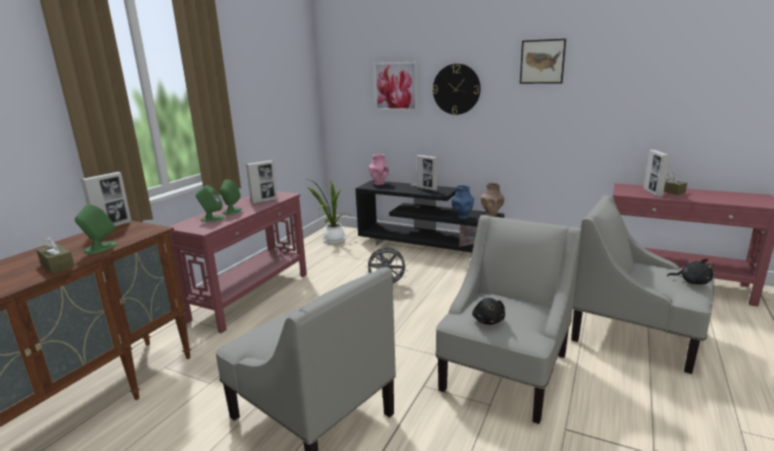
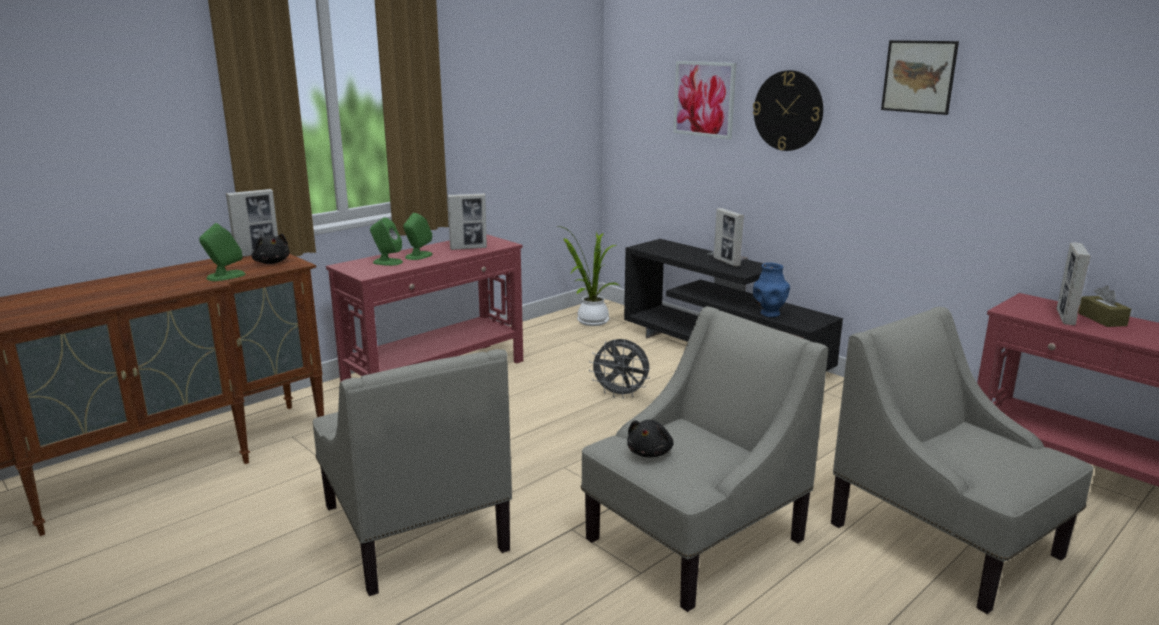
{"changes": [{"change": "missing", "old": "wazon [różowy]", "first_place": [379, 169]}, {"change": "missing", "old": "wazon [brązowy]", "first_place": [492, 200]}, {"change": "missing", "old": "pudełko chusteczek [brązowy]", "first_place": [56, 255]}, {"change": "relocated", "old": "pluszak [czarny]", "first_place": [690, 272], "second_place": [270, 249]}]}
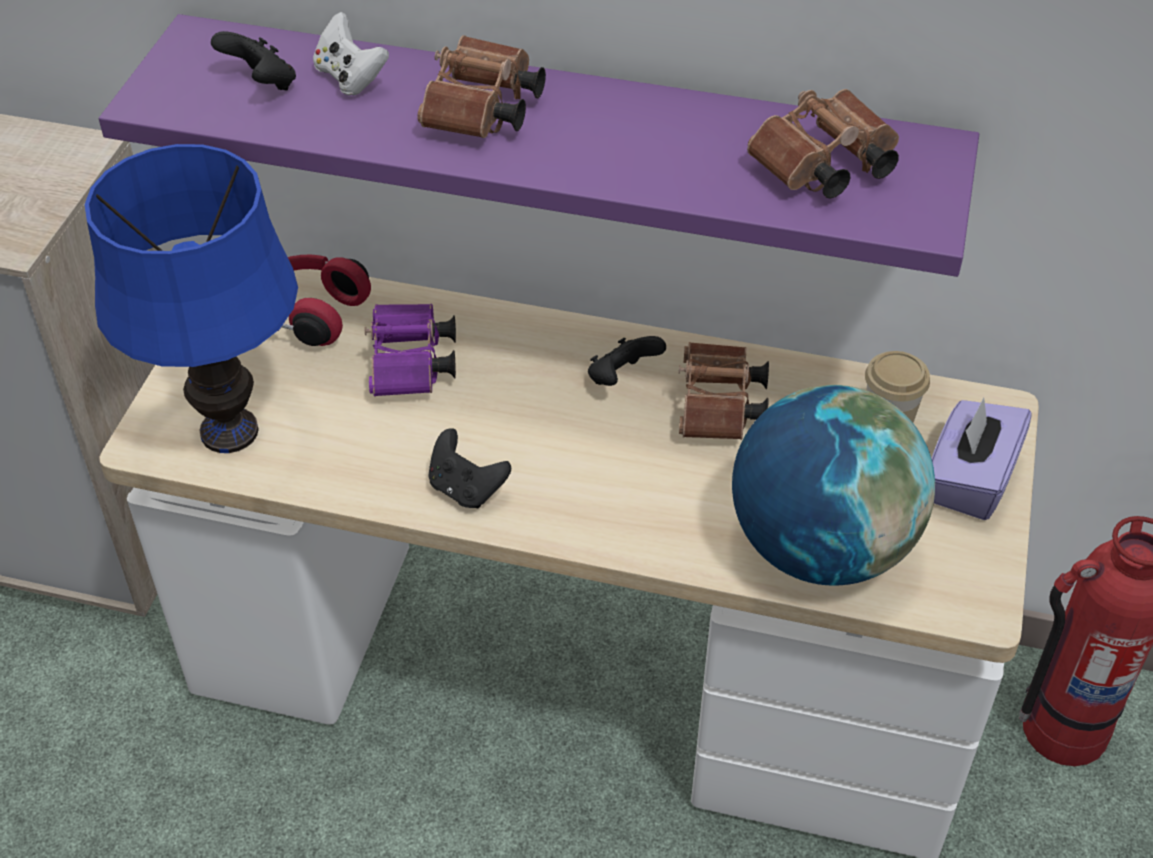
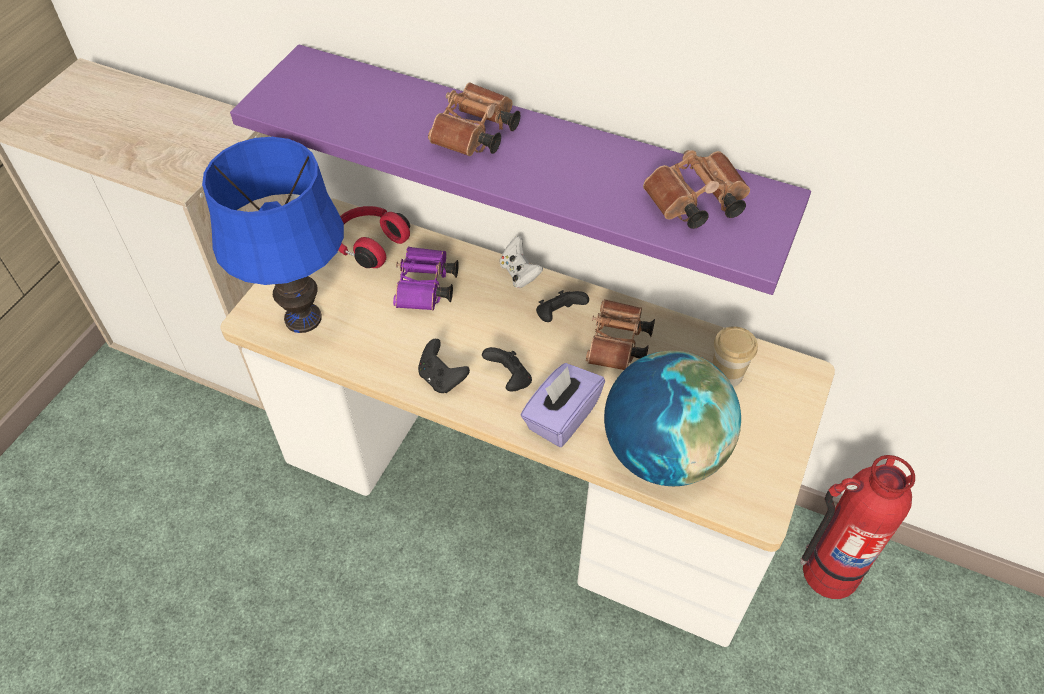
{"changes": [{"change": "relocated", "old": "pad do gier [biały]", "first_place": [351, 53], "second_place": [521, 262]}, {"change": "relocated", "old": "pad do gier [czarny]", "first_place": [253, 60], "second_place": [507, 369]}, {"change": "relocated", "old": "pudełko chusteczek [fioletowy]", "first_place": [981, 459], "second_place": [562, 405]}]}
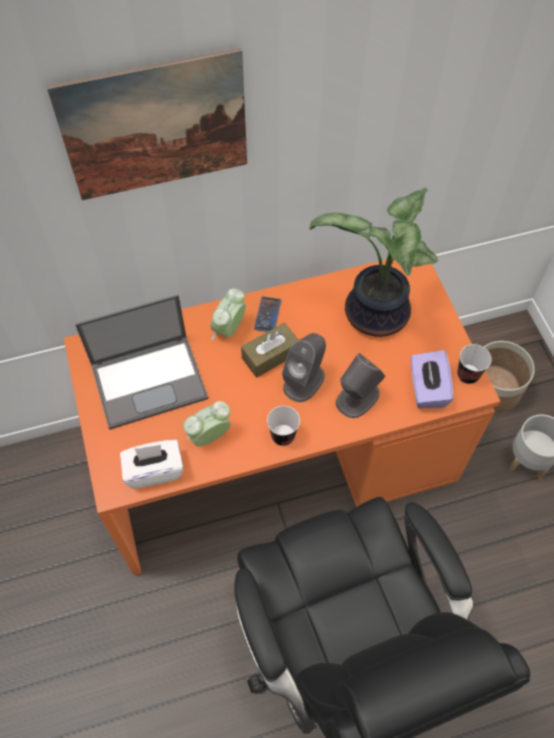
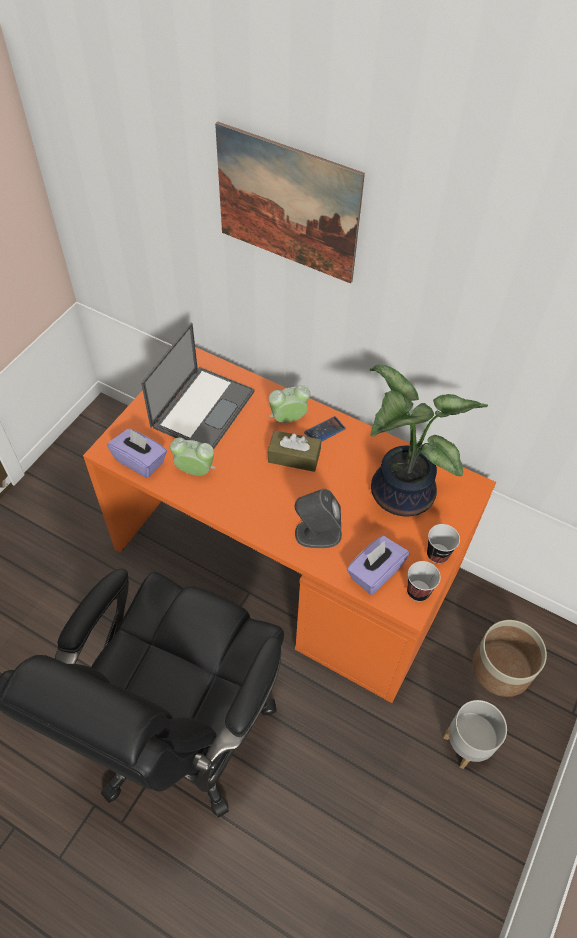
{"changes": [{"change": "spun", "old": "laptop", "first_place": [141, 362], "second_place": [198, 386], "degrees": -90}, {"change": "missing", "old": "głośnik [szary]", "first_place": [304, 367]}, {"change": "relocated", "old": "filiżanka", "first_place": [283, 426], "second_place": [443, 544]}, {"change": "colour", "old": "pudełko chusteczek [biały]", "new": "pudełko chusteczek [fioletowy]", "first_place": [152, 464], "second_place": [137, 453]}]}
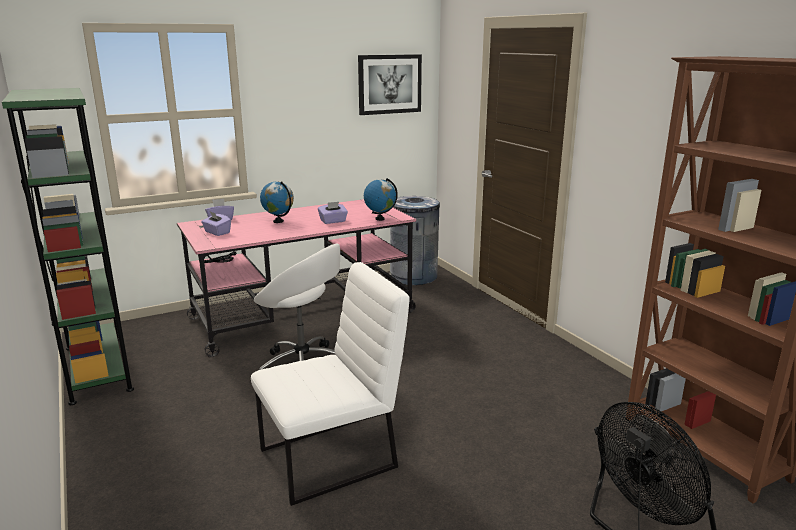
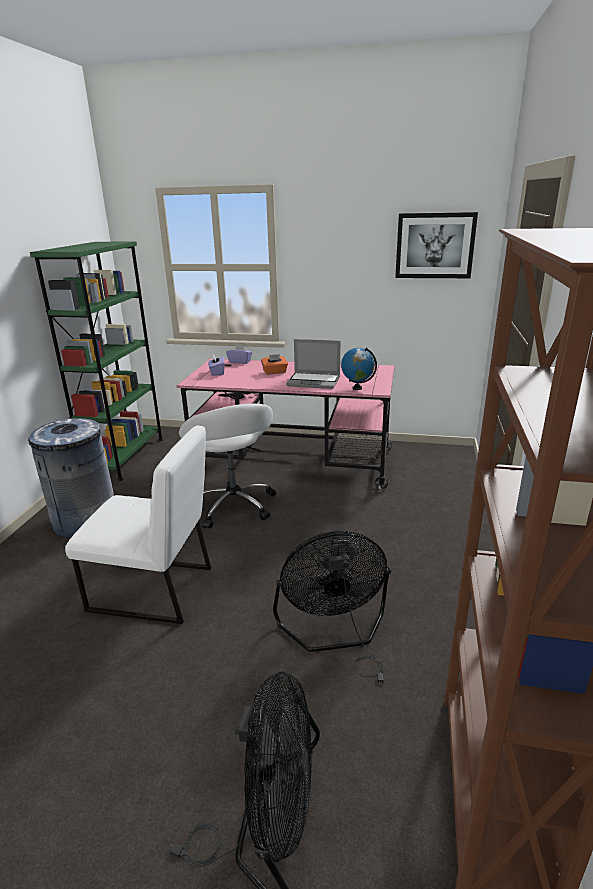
{"changes": [{"change": "exchanged", "old": "globus", "new": "pudełko chusteczek [pomarańczowy]", "first_place": [277, 202], "second_place": [274, 364]}, {"change": "relocated", "old": "kosz na śmieci [szary]", "first_place": [415, 240], "second_place": [71, 478]}, {"change": "exchanged", "old": "pudełko chusteczek [fioletowy]", "new": "laptop", "first_place": [333, 213], "second_place": [313, 364]}, {"change": "appeared", "new": "wentylator [czarny]", "second_place": [332, 607]}]}
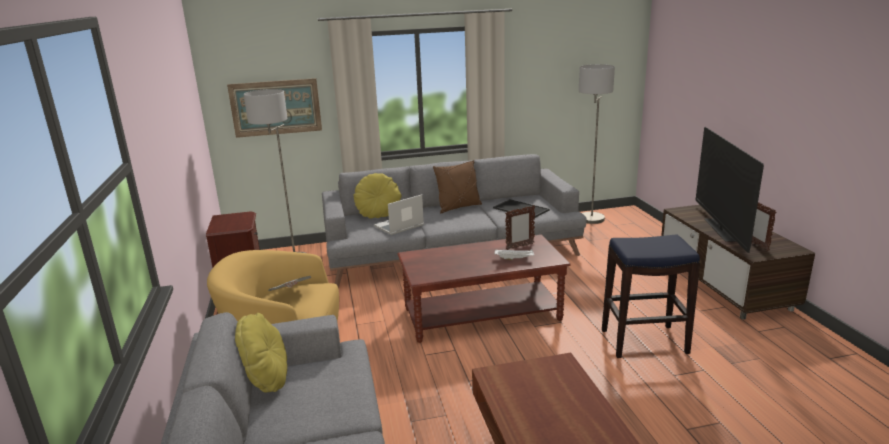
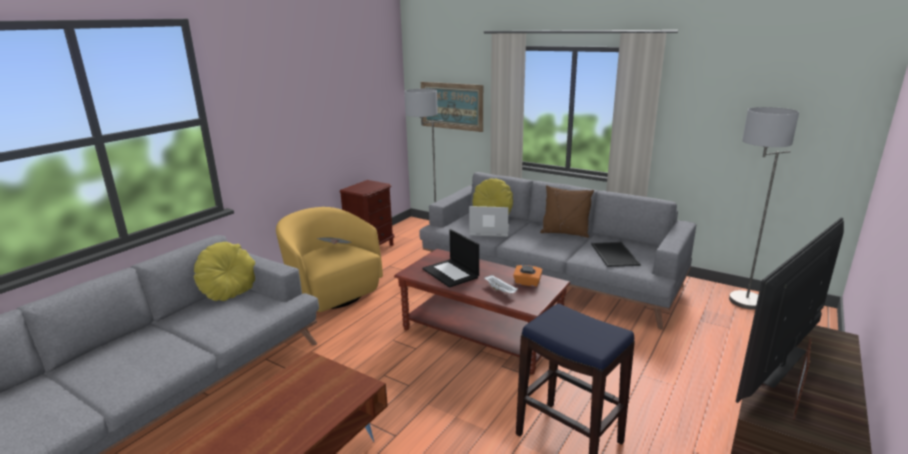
{"changes": [{"change": "exchanged", "old": "ramka na zdjęcie", "new": "pudełko chusteczek [pomarańczowy]", "first_place": [520, 227], "second_place": [528, 276]}, {"change": "appeared", "new": "laptop", "second_place": [451, 258]}]}
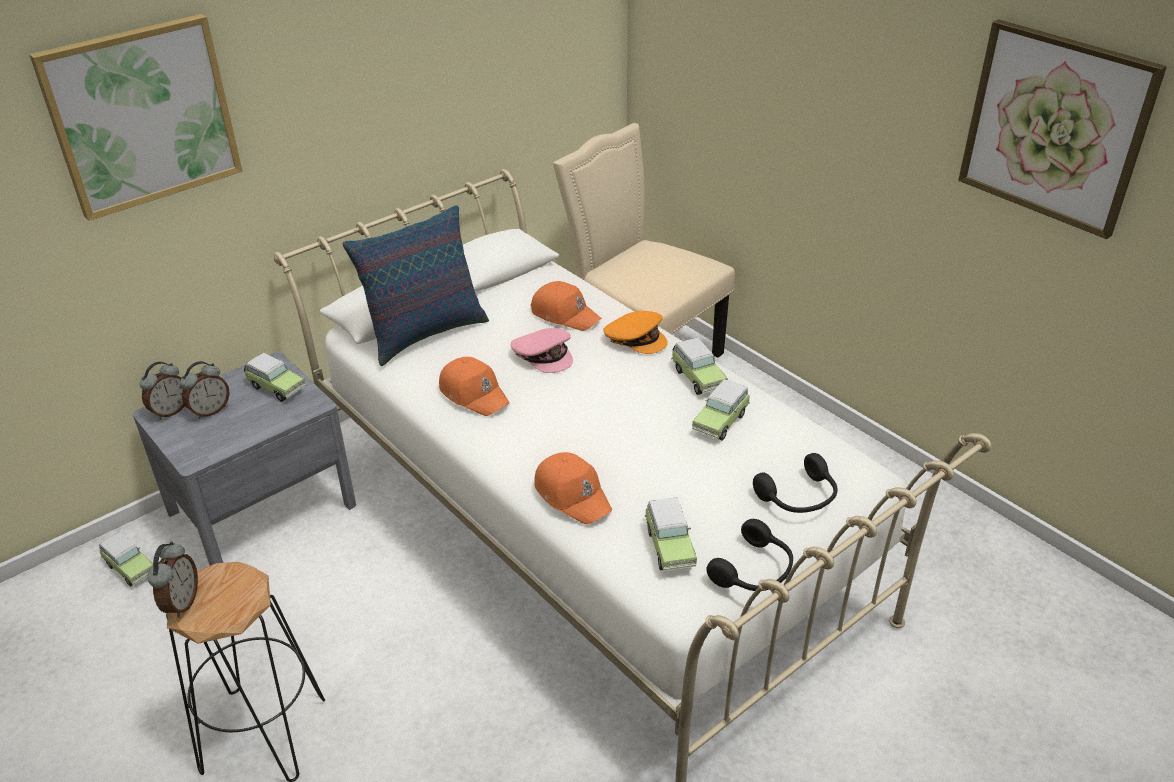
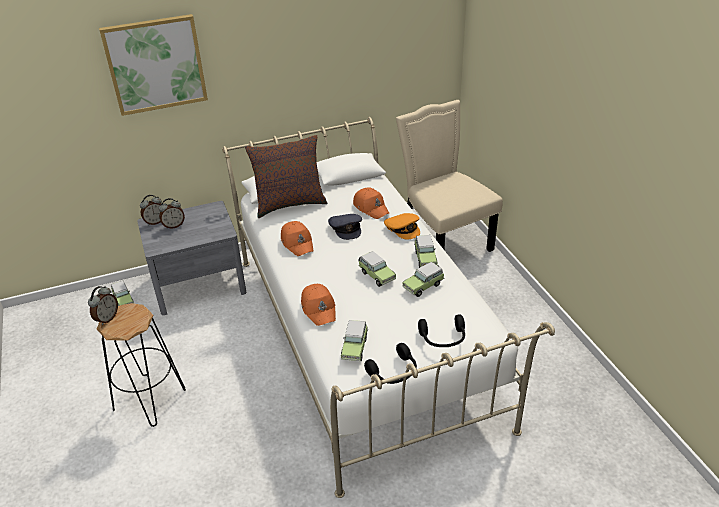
{"changes": [{"change": "missing", "old": "obraz", "first_place": [1062, 129]}, {"change": "colour", "old": "poduszka [niebieski]", "new": "poduszka [brązowy]", "first_place": [416, 285], "second_place": [286, 176]}, {"change": "colour", "old": "czapka z daszkiem [różowy]", "new": "czapka z daszkiem [szary]", "first_place": [541, 350], "second_place": [345, 227]}, {"change": "relocated", "old": "samochodzik", "first_place": [275, 377], "second_place": [377, 269]}]}
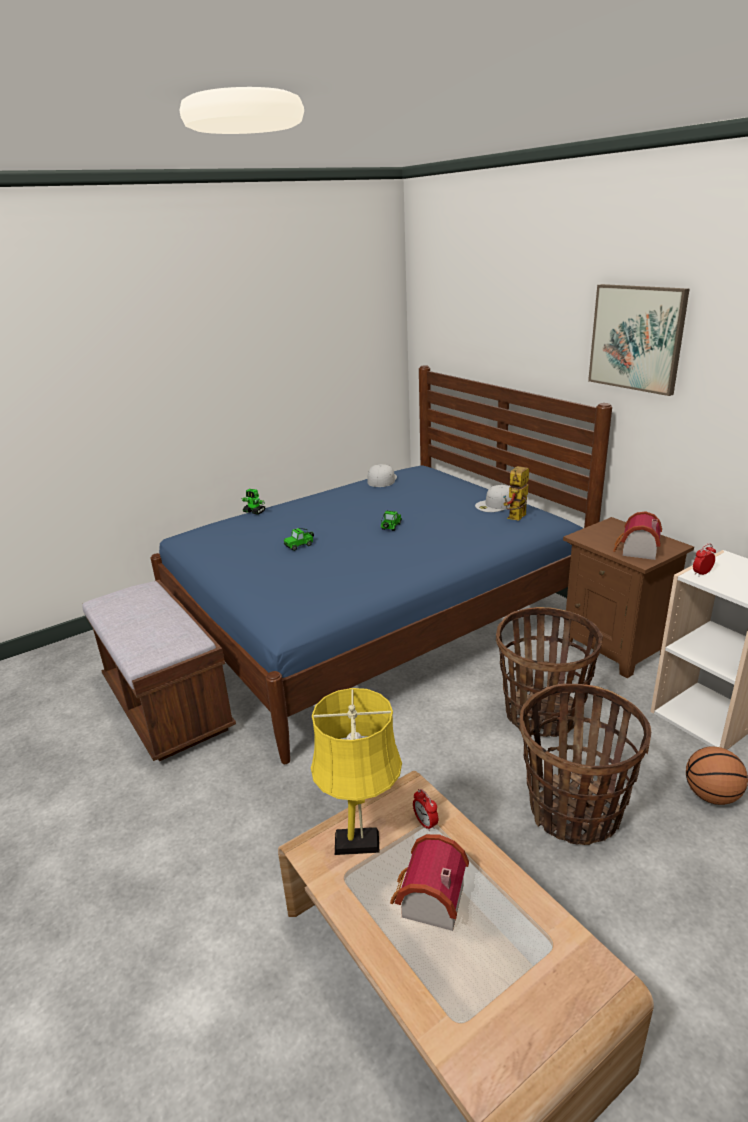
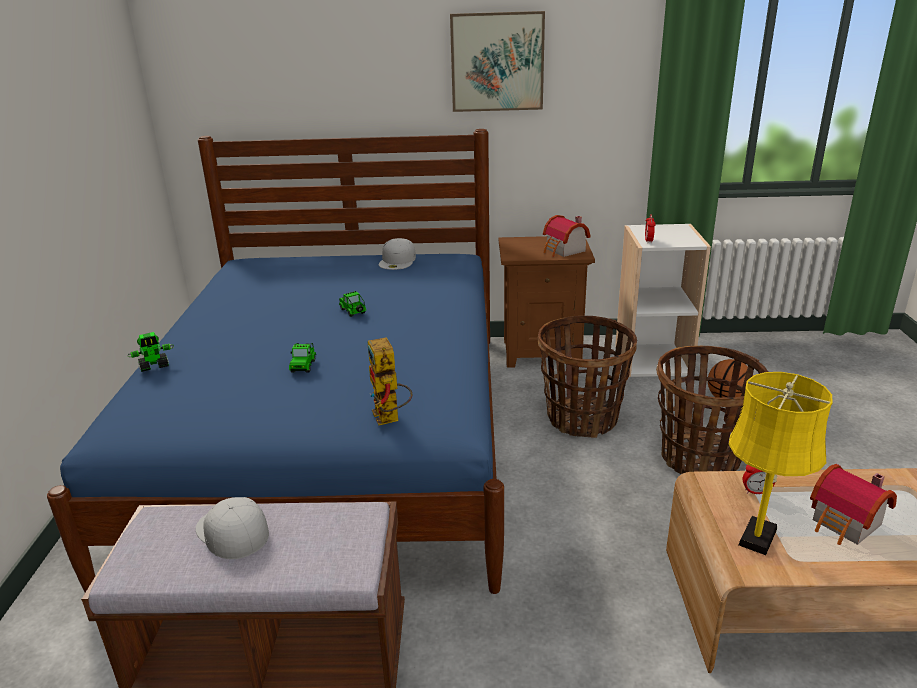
{"changes": [{"change": "relocated", "old": "czapka z daszkiem [biały]", "first_place": [382, 475], "second_place": [232, 528]}, {"change": "relocated", "old": "robot zabawkowy", "first_place": [516, 493], "second_place": [390, 381]}]}
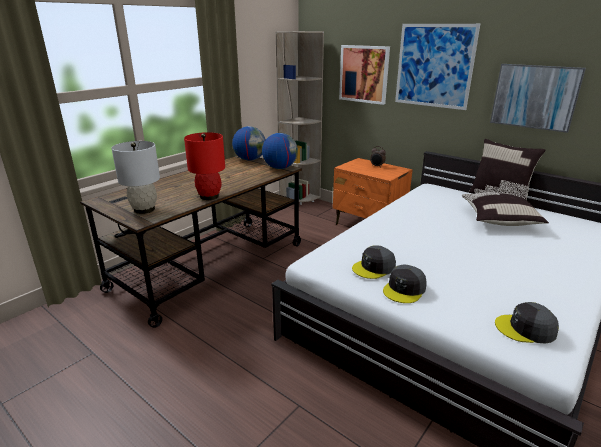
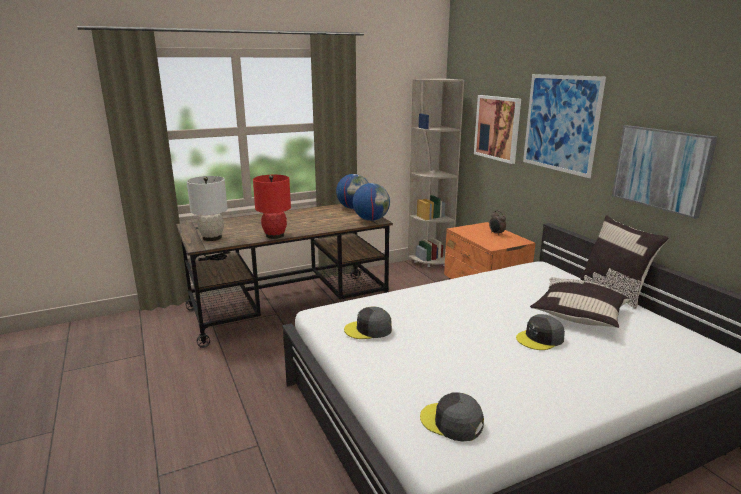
{"changes": [{"change": "relocated", "old": "czapka z daszkiem [szary]", "first_place": [405, 283], "second_place": [540, 332]}]}
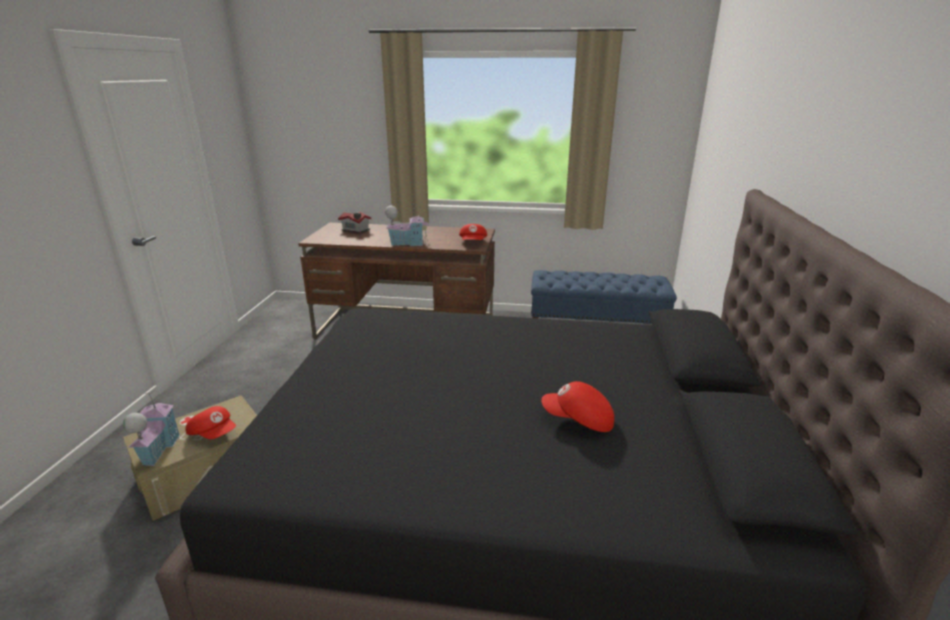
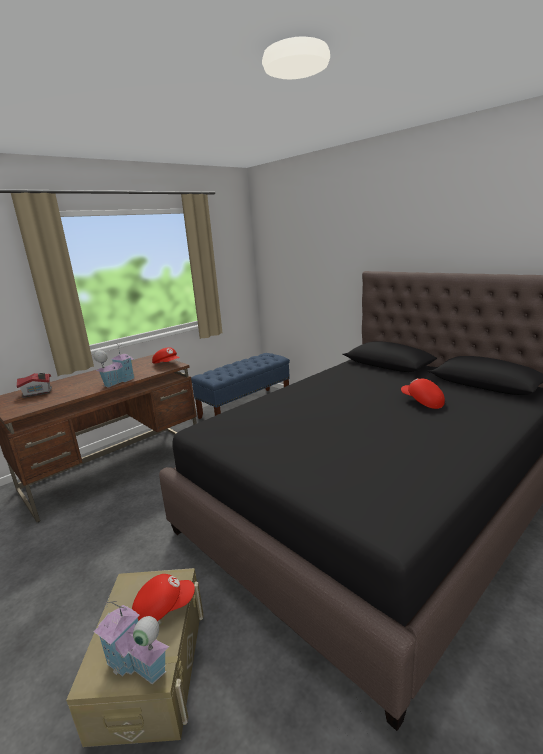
{"changes": [{"change": "spun", "old": "czapka z daszkiem [czerwony]", "first_place": [578, 406], "second_place": [423, 393], "degrees": 90}]}
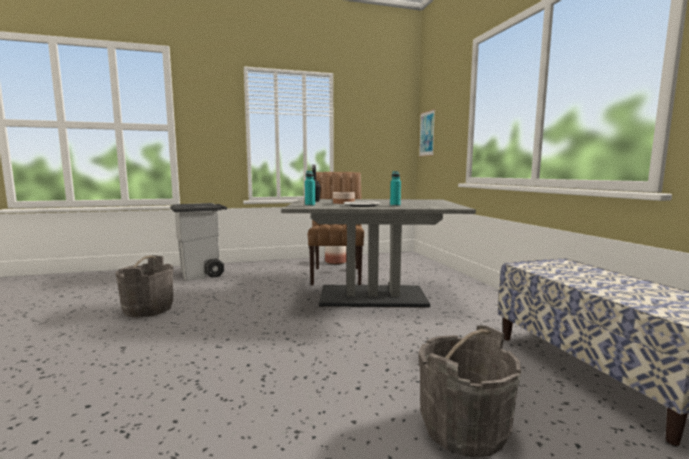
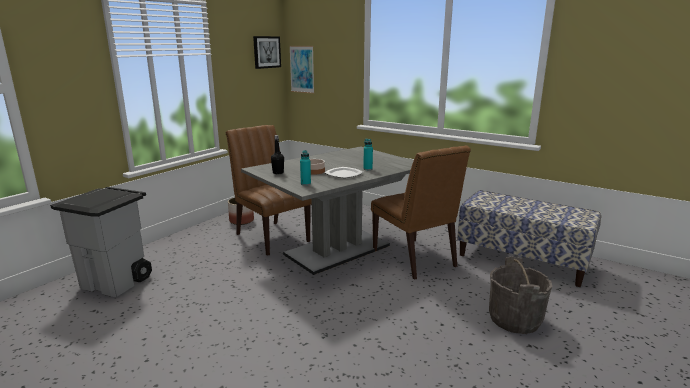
{"changes": [{"change": "missing", "old": "wiadro [szary]", "first_place": [144, 286]}, {"change": "appeared", "new": "obraz", "second_place": [267, 52]}, {"change": "appeared", "new": "krzesło [brązowy]", "second_place": [421, 212]}]}
